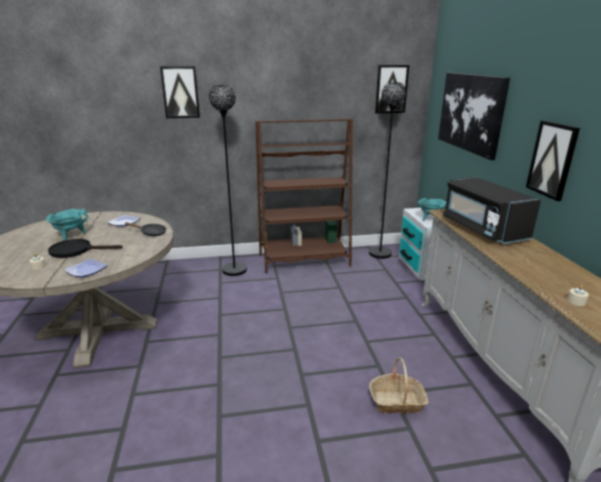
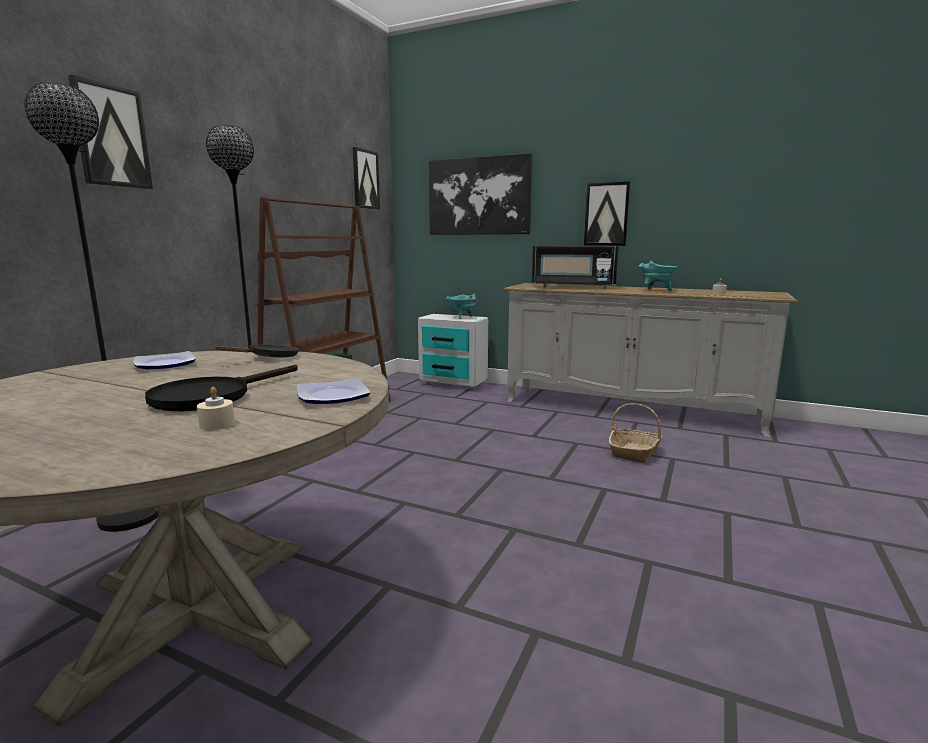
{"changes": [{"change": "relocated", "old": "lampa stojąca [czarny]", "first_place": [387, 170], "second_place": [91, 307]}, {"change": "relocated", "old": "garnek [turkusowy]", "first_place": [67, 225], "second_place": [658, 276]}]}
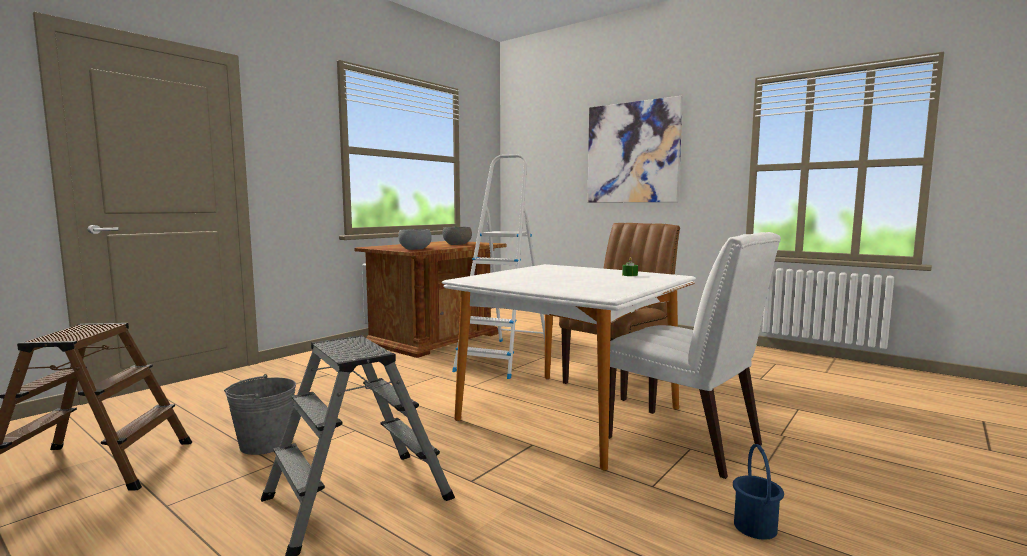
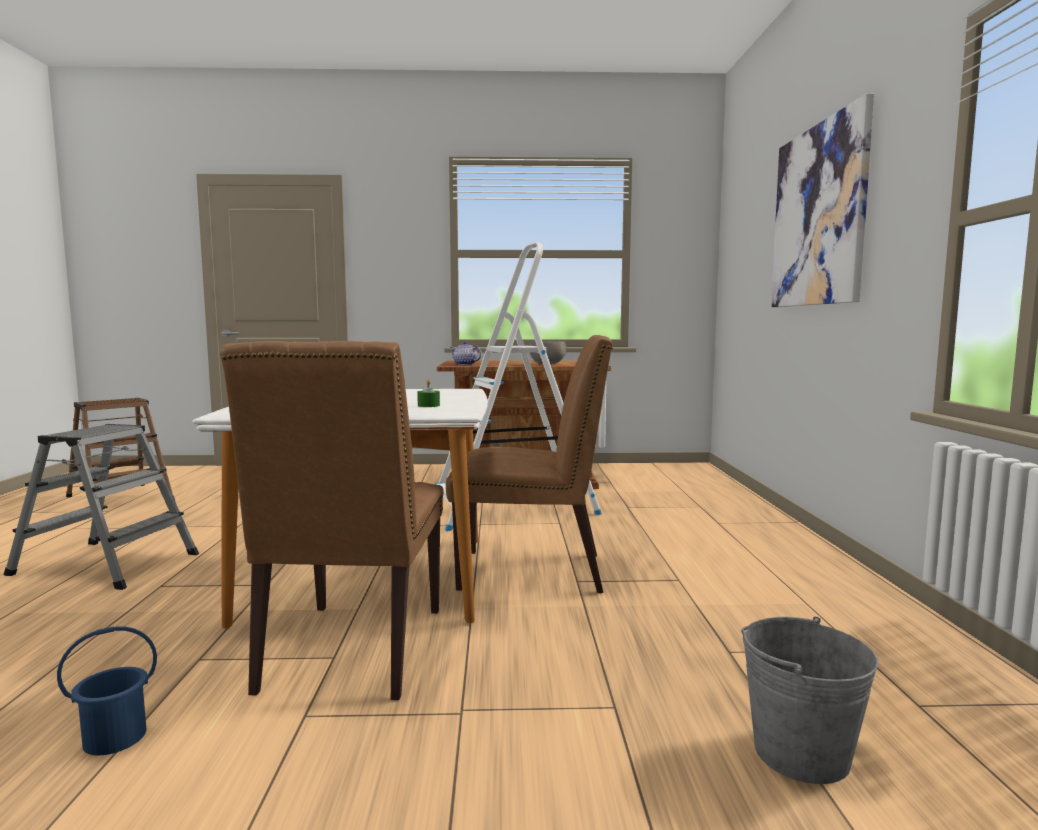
{"changes": [{"change": "exchanged", "old": "miska [szary]", "new": "imbryk", "first_place": [415, 239], "second_place": [466, 353]}, {"change": "colour", "old": "krzesło [biały]", "new": "krzesło [brązowy]", "first_place": [695, 355], "second_place": [332, 520]}, {"change": "relocated", "old": "wiadro [szary]", "first_place": [260, 414], "second_place": [810, 700]}]}
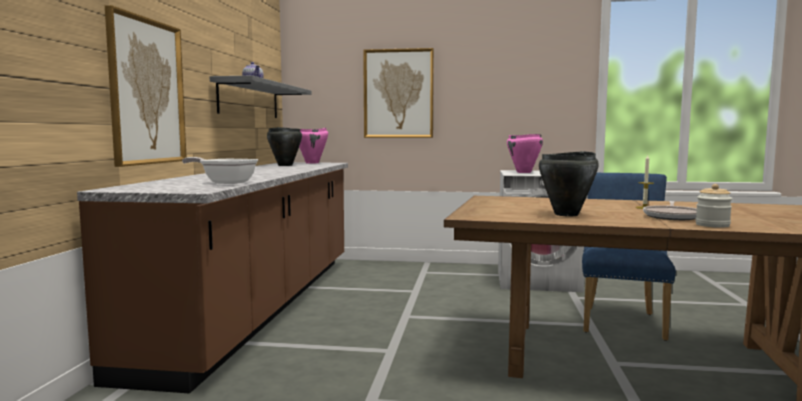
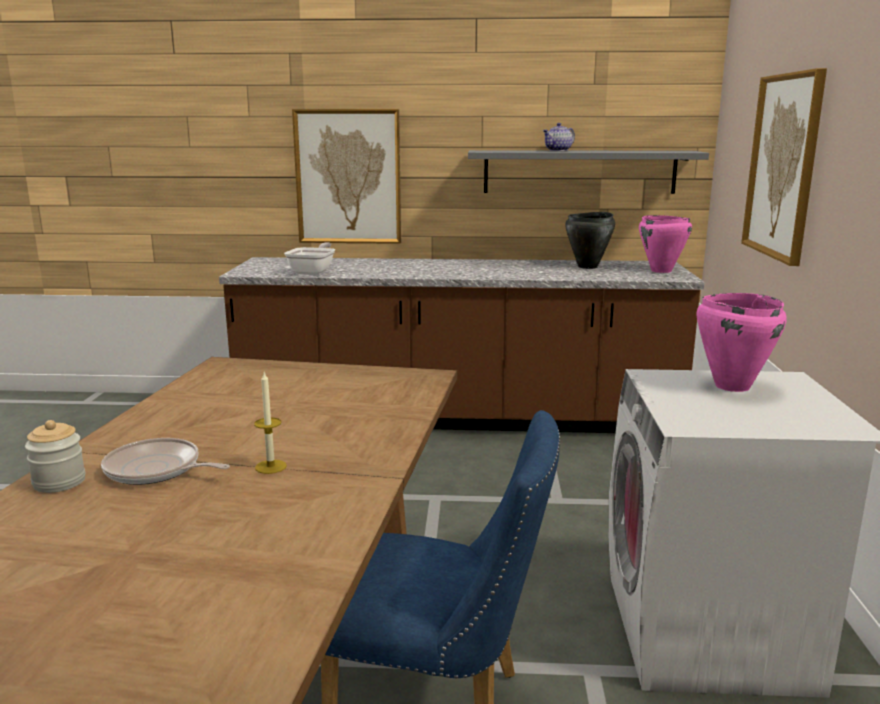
{"changes": [{"change": "missing", "old": "garnek [czarny]", "first_place": [568, 183]}]}
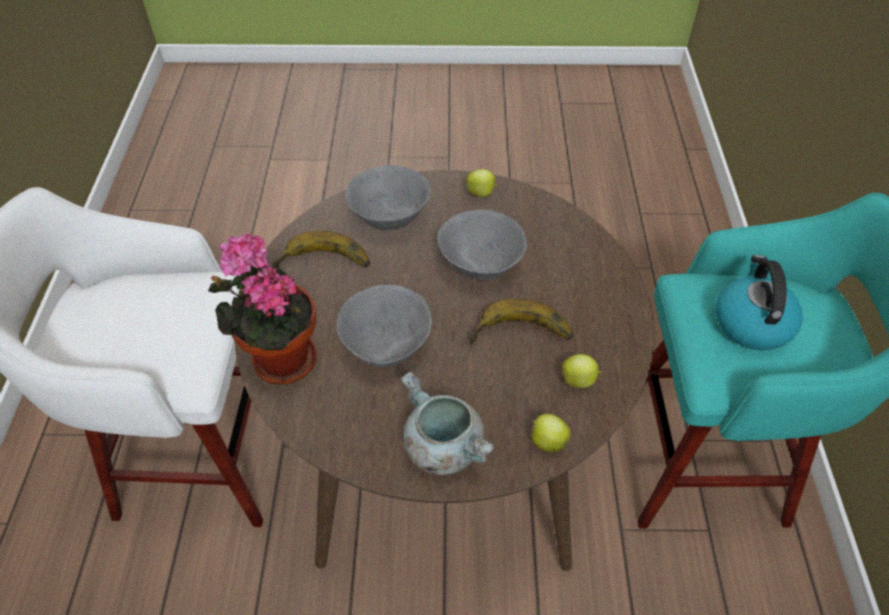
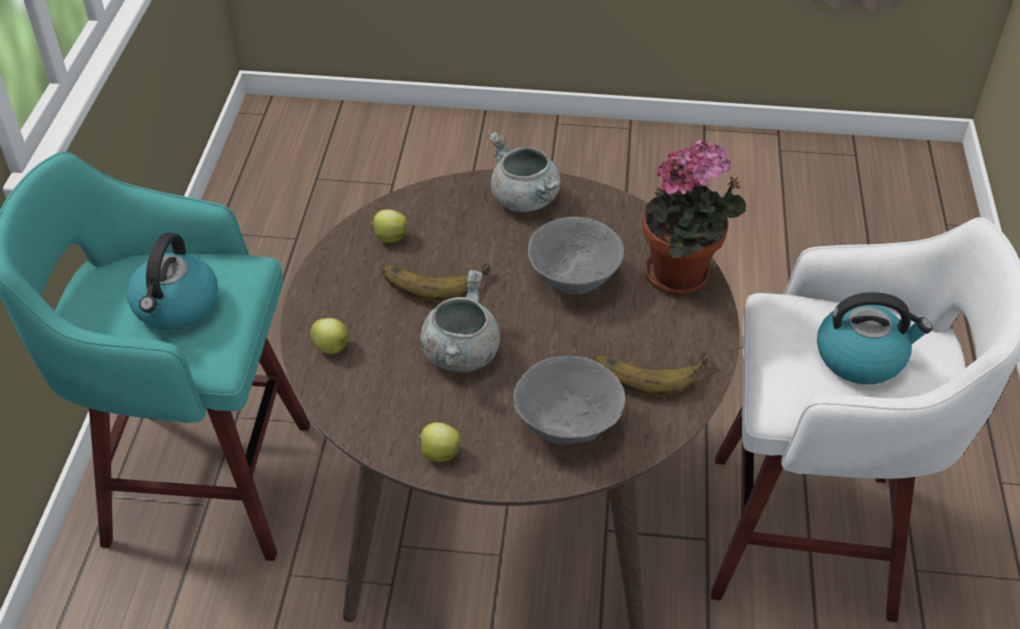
{"changes": [{"change": "exchanged", "old": "miska [szary]", "new": "garnek [szary]", "first_place": [482, 245], "second_place": [460, 321]}, {"change": "relocated", "old": "jabłko", "first_place": [551, 433], "second_place": [329, 336]}, {"change": "appeared", "new": "czajnik", "second_place": [875, 338]}]}
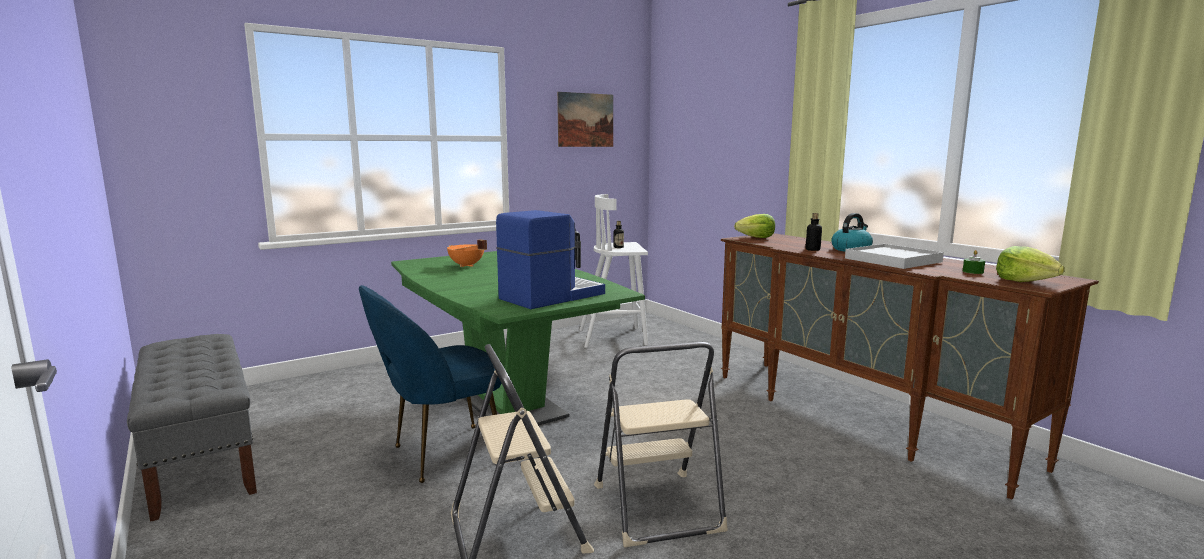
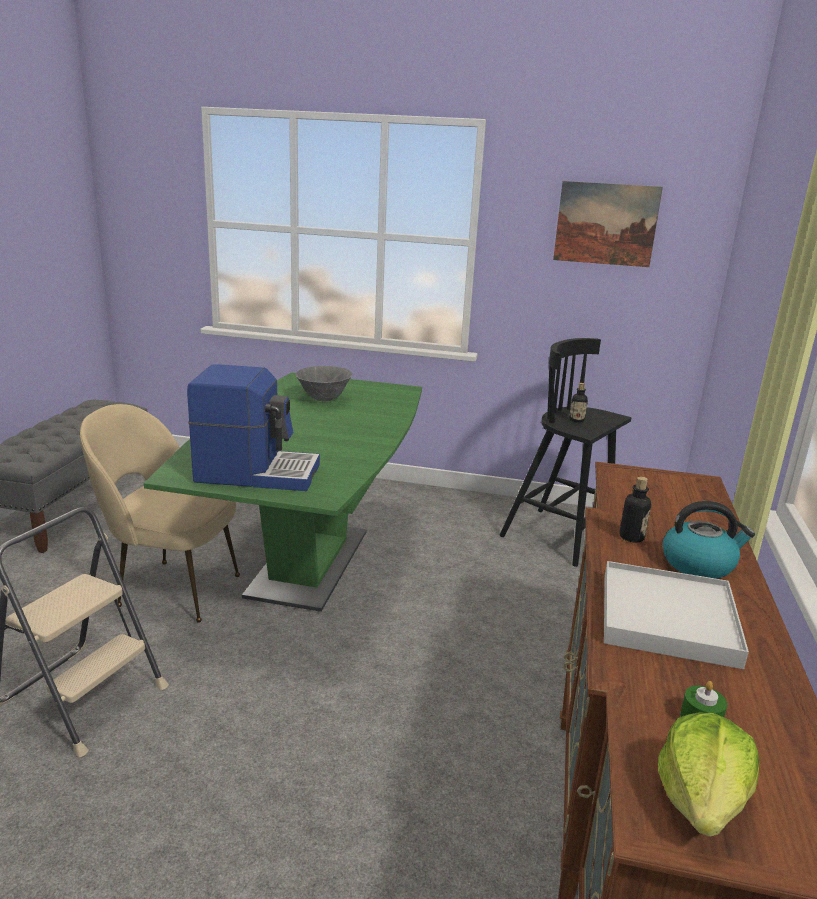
{"changes": [{"change": "colour", "old": "stołek [biały]", "new": "stołek [czarny]", "first_place": [613, 271], "second_place": [566, 452]}, {"change": "missing", "old": "sałata", "first_place": [754, 226]}, {"change": "exchanged", "old": "garnek [pomarańczowy]", "new": "miska [szary]", "first_place": [467, 253], "second_place": [324, 383]}, {"change": "colour", "old": "krzesło [niebieski]", "new": "krzesło [beżowy]", "first_place": [430, 384], "second_place": [160, 513]}, {"change": "missing", "old": "drabinka [beżowy]", "first_place": [661, 444]}]}
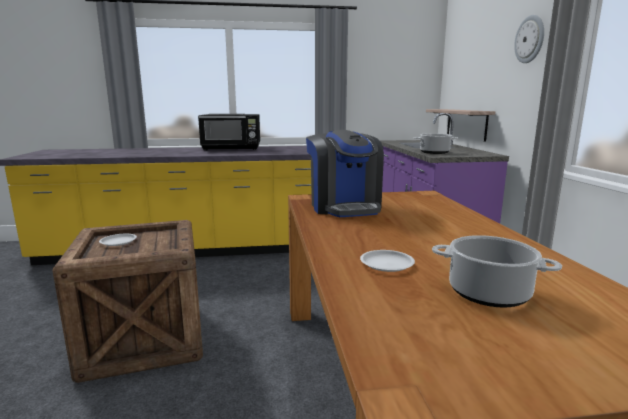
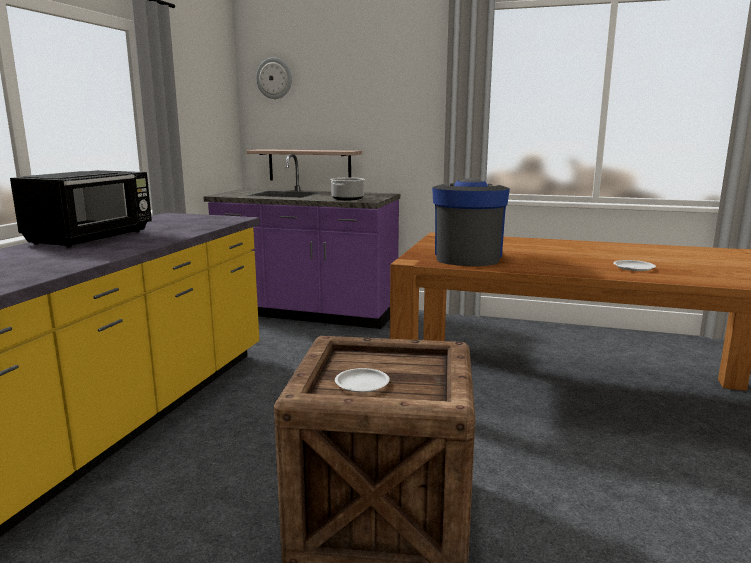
{"changes": [{"change": "relocated", "old": "zegar ścienny", "first_place": [529, 39], "second_place": [274, 78]}, {"change": "spun", "old": "ekspres do kawy", "first_place": [345, 173], "second_place": [471, 222], "degrees": -90}, {"change": "missing", "old": "garnek", "first_place": [497, 271]}]}
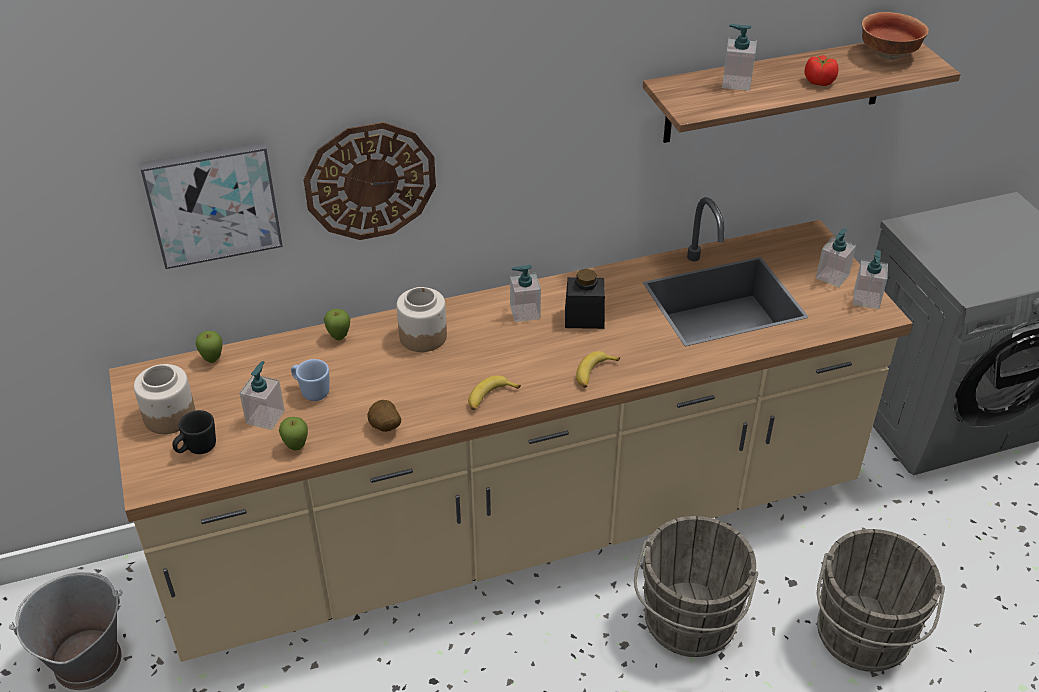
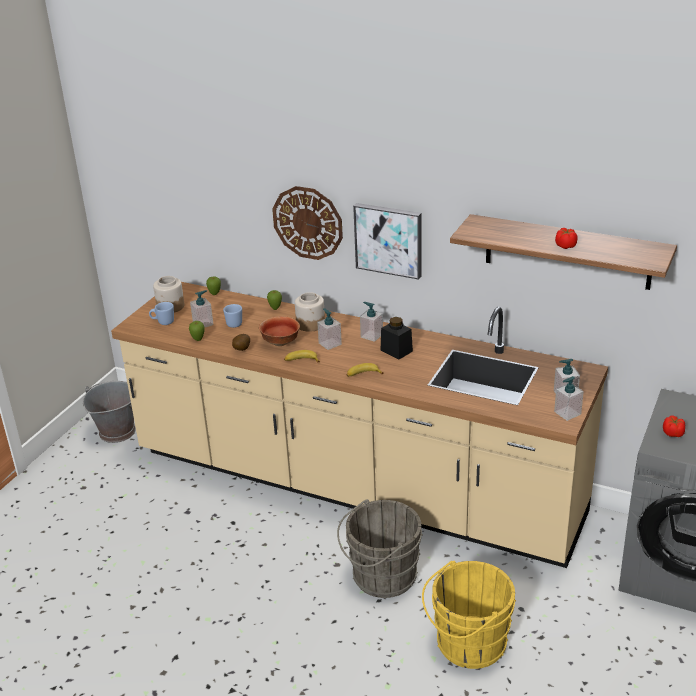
{"changes": [{"change": "relocated", "old": "miska", "first_place": [895, 36], "second_place": [279, 331]}, {"change": "relocated", "old": "dozownik mydła", "first_place": [739, 57], "second_place": [329, 329]}, {"change": "relocated", "old": "obraz", "first_place": [211, 205], "second_place": [387, 241]}, {"change": "colour", "old": "kubek [czarny]", "new": "kubek [niebieski]", "first_place": [194, 432], "second_place": [161, 313]}, {"change": "colour", "old": "wiadro [szary]", "new": "wiadro [żółty]", "first_place": [880, 600], "second_place": [469, 615]}, {"change": "appeared", "new": "pomidor", "second_place": [674, 426]}]}
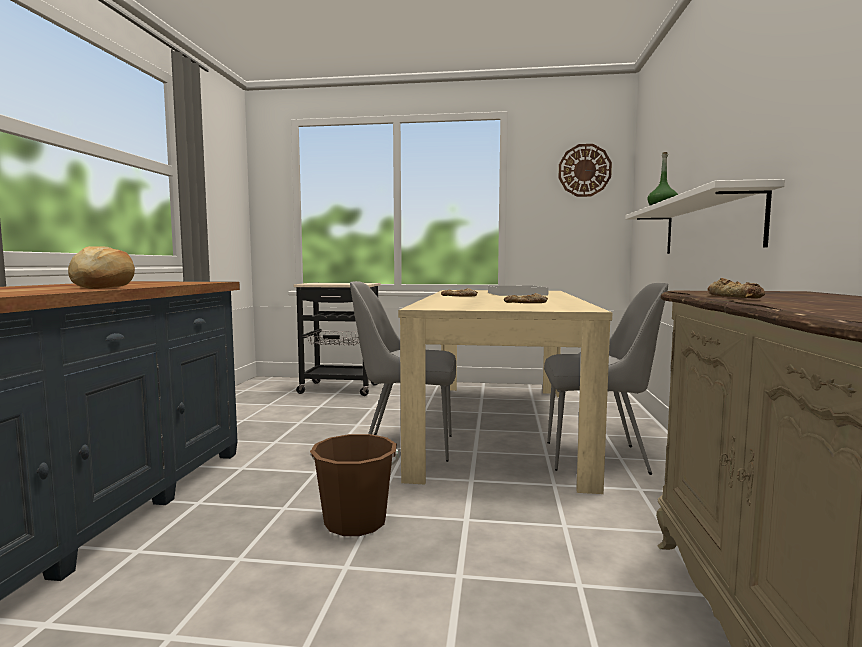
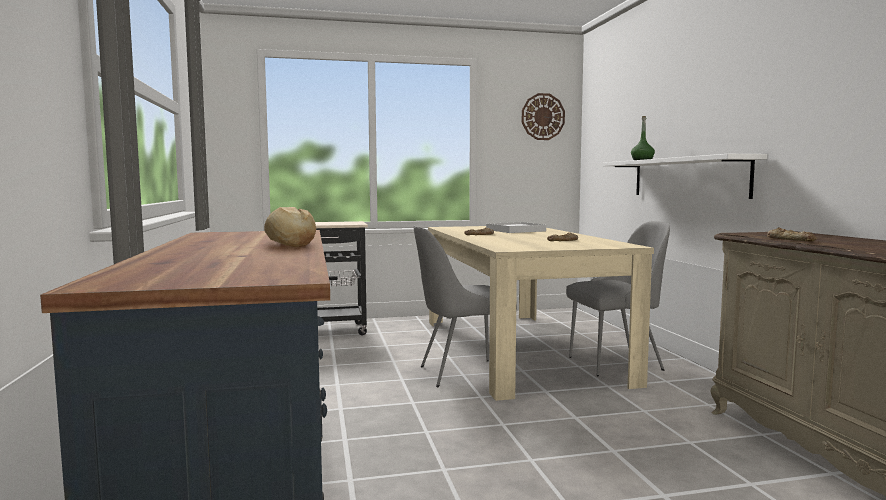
{"changes": [{"change": "missing", "old": "wiadro [brązowy]", "first_place": [354, 485]}]}
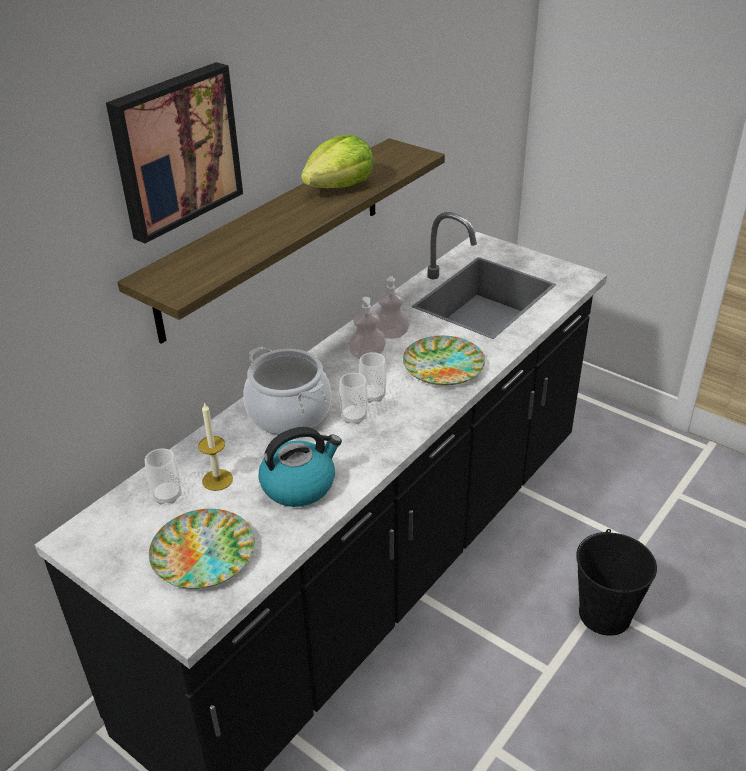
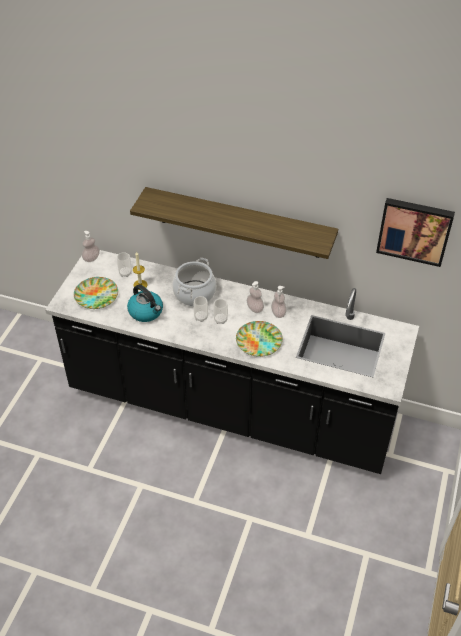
{"changes": [{"change": "relocated", "old": "obraz", "first_place": [174, 152], "second_place": [415, 232]}, {"change": "missing", "old": "sałata", "first_place": [337, 161]}, {"change": "missing", "old": "wiadro [czarny]", "first_place": [616, 582]}, {"change": "appeared", "new": "dozownik mydła", "second_place": [91, 246]}]}
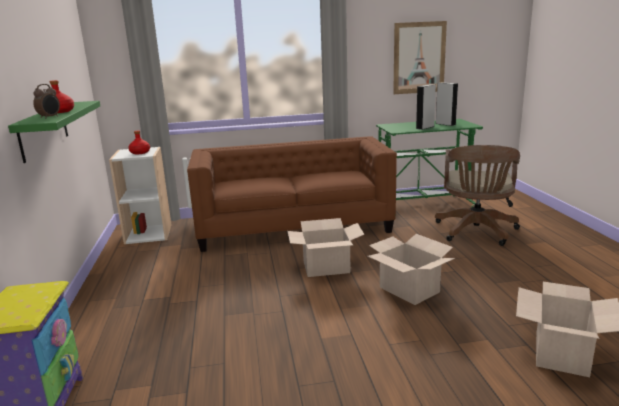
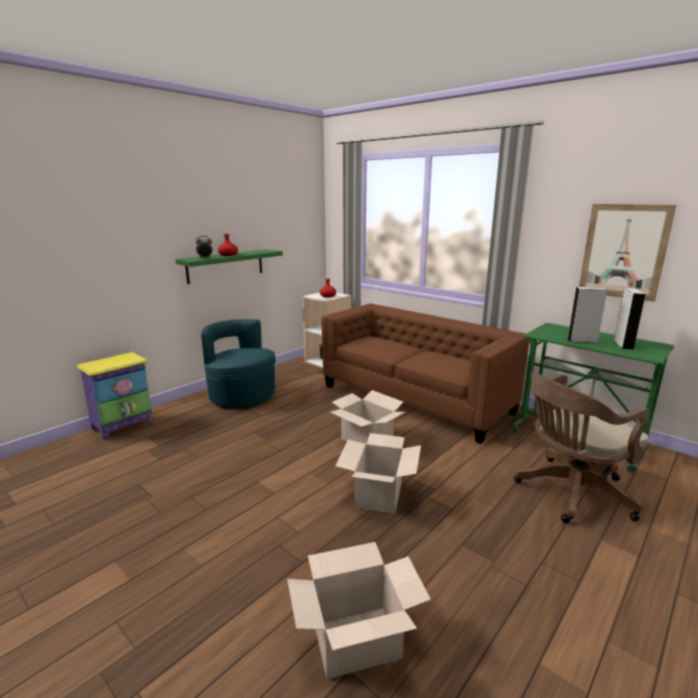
{"changes": [{"change": "appeared", "new": "fotel [turkusowy]", "second_place": [238, 364]}]}
